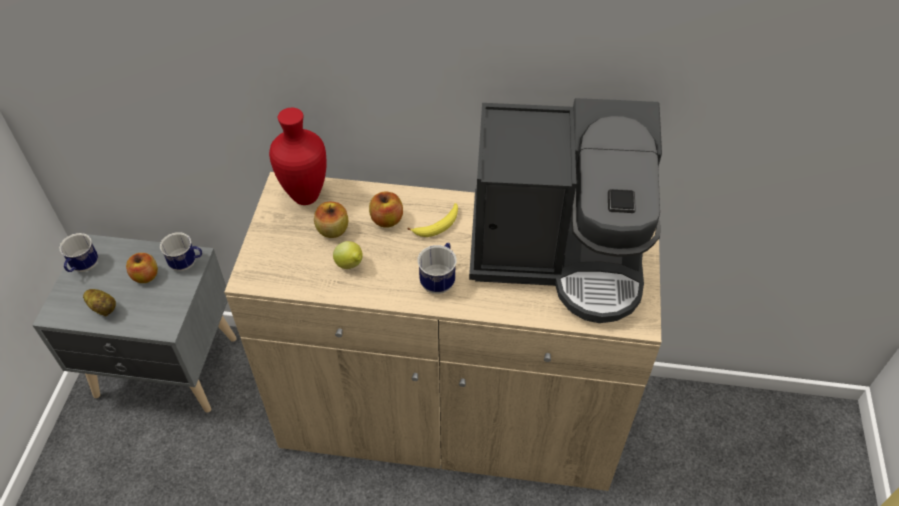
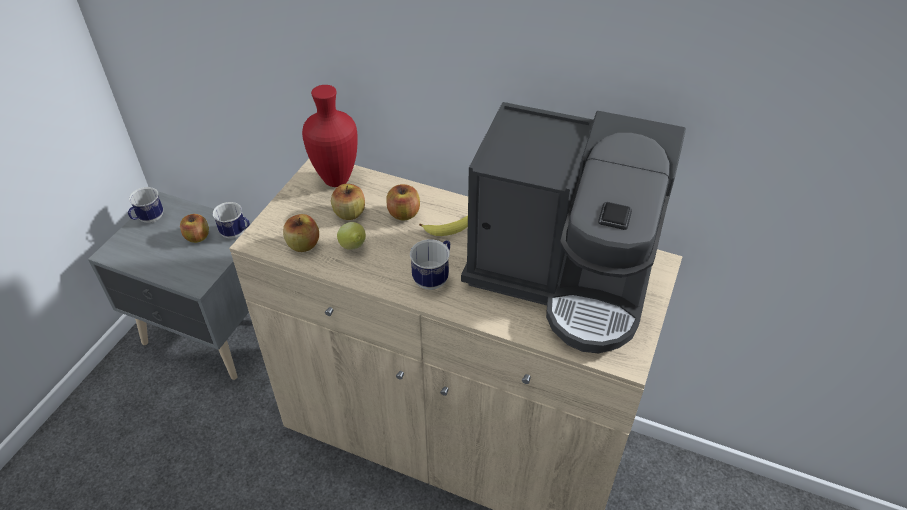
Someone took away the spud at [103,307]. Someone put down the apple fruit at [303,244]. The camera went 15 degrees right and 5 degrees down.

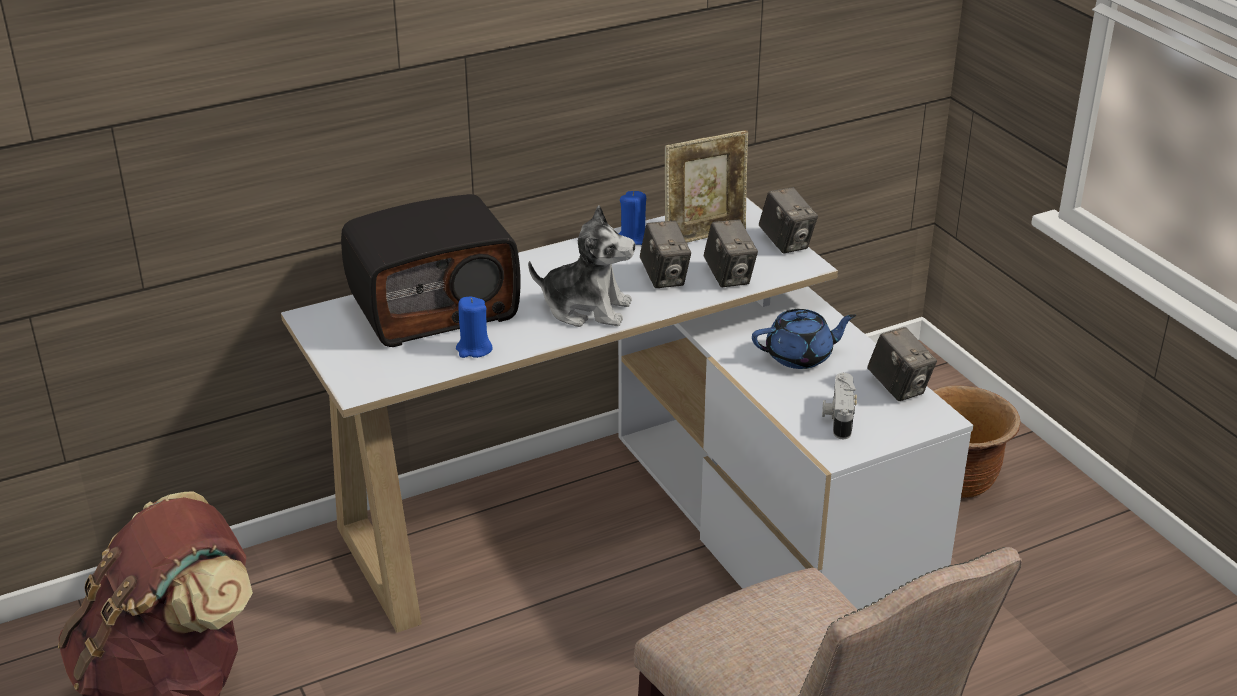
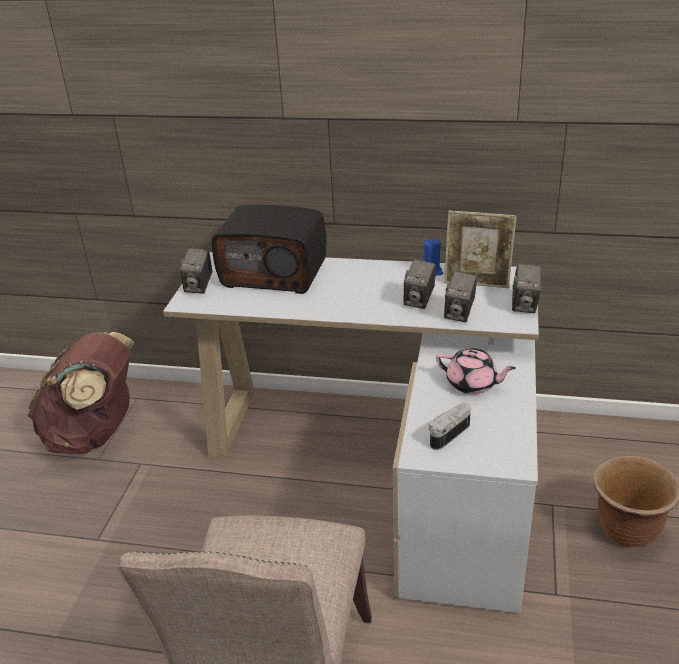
Someone took away the cuddly toy at [586,308]. Someone took away the blue candle at [474,349]. Someone repainted the blue pot for tea at [800,356], which became the pink-coloured pot for tea at [472,384]. Someone carried the photo camera from [898,387] to [199,286]. The camera went 40 degrees right and 0 degrees up.

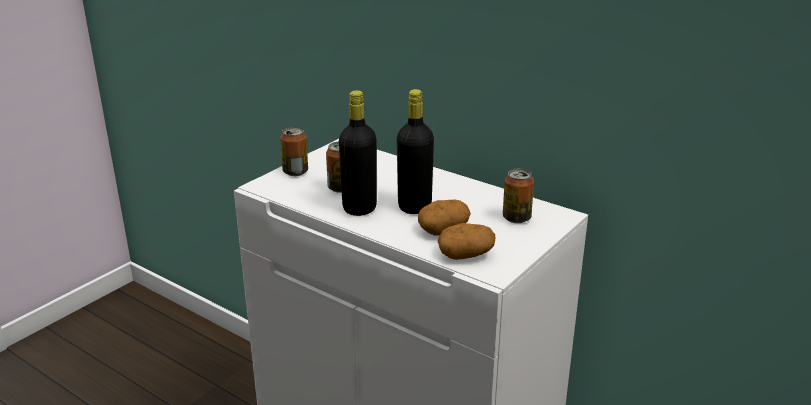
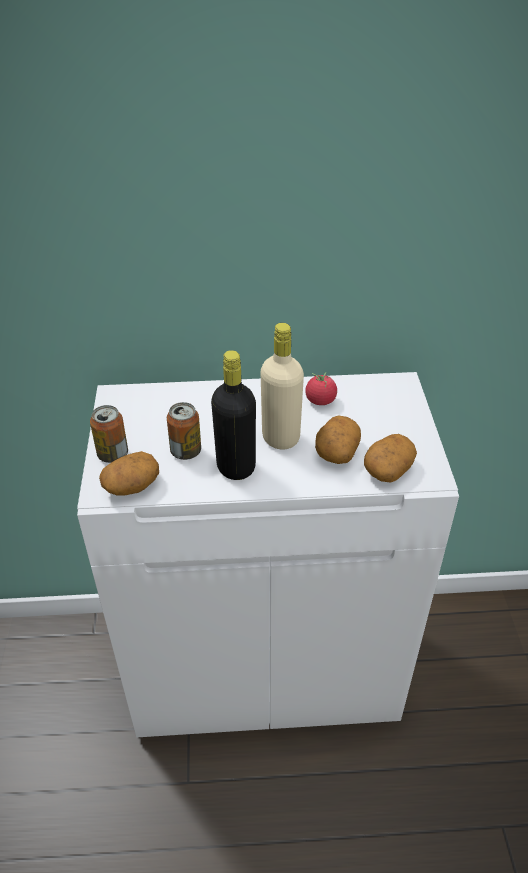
Someone repainted the blackish bottle at [414,207], which became the sand-coloured bottle at [281,438]. Someone took away the sealed can at [516,218]. Someone put down the whole tomato at [320,400]. Someone put down the spud at [131,486]. The camera went 40 degrees left and 15 degrees up.

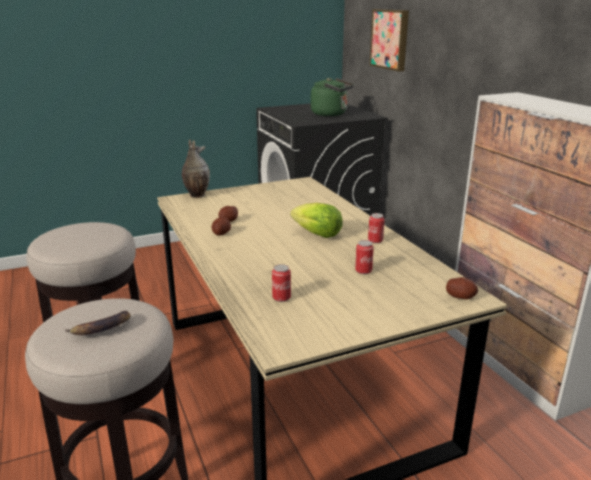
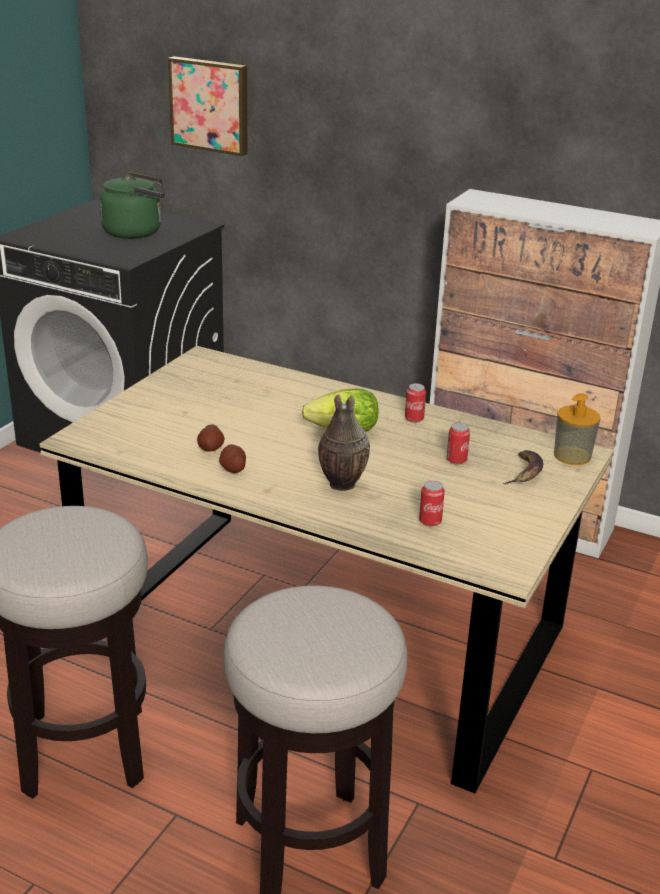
Someone carried the vase from [196,195] to [340,485]. Someone swapped the spud at [460,297] for the soap dispenser at [572,456]. Someone carried the whole banana from [101,329] to [525,472]. The camera went 40 degrees left and 5 degrees up.

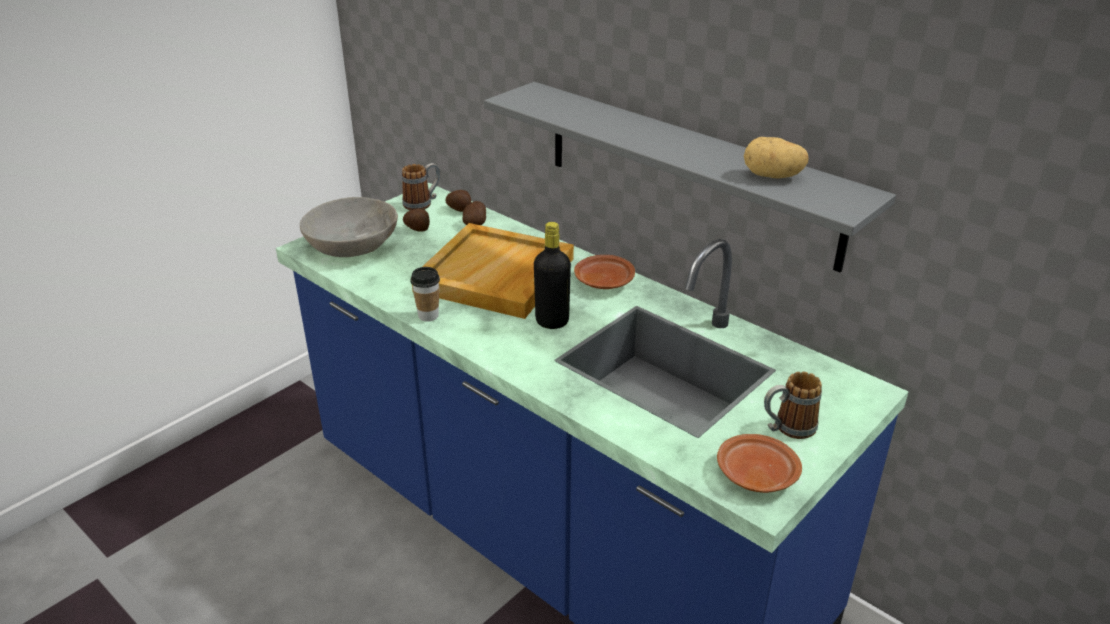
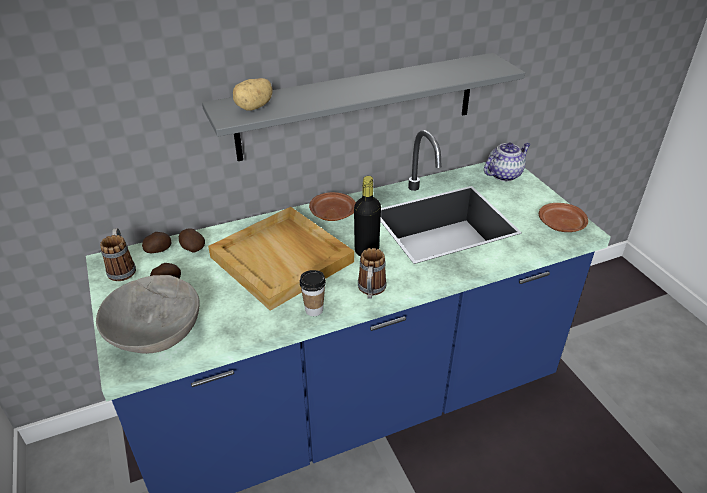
Someone carried the spud from [772,176] to [255,107]. Someone carried the mug from [787,428] to [371,291]. Someone put down the pot for tea at [504,174]. The camera went 65 degrees left and 5 degrees up.

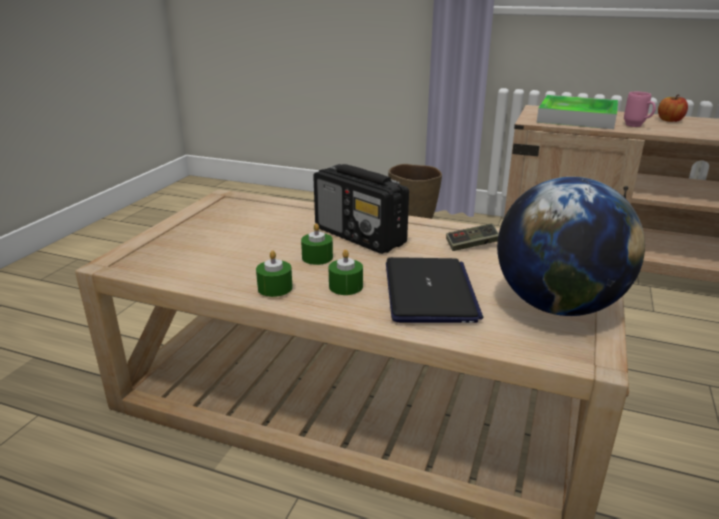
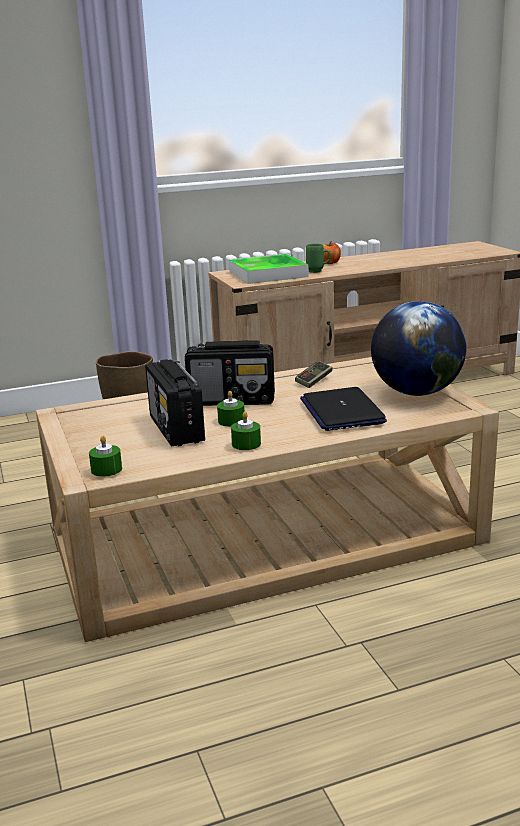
Someone repainted the pink-coloured mug at [637,126], which became the greenish mug at [318,271]. Someone carried the greenish candle from [346,286] to [106,469]. Someone rotated the notebook computer at [429,292] by 150 degrees counterclockwise. Someone put down the radio receiver at [176,429]. The camera went 40 degrees left and 5 degrees down.

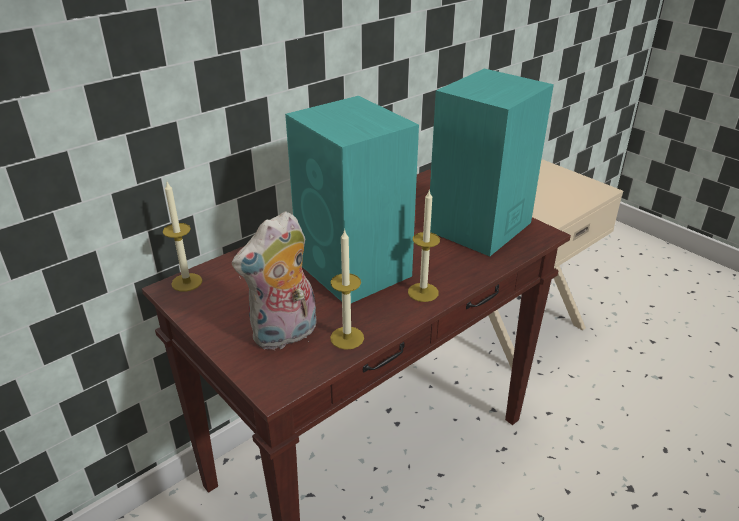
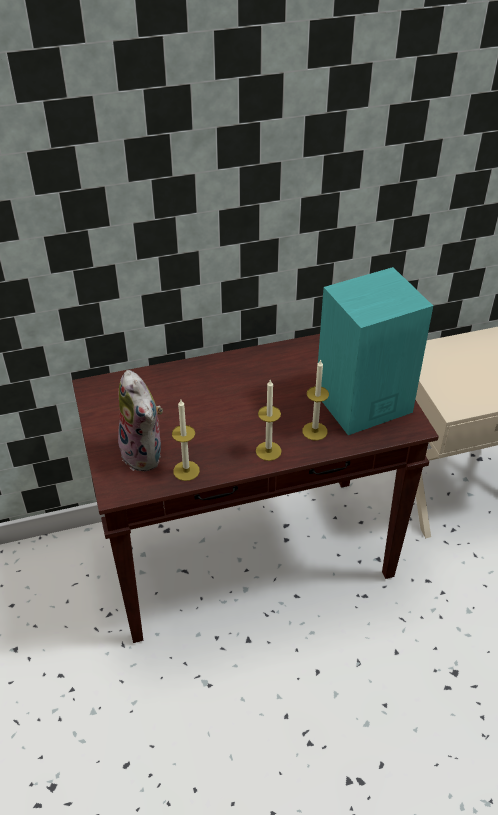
Someone took away the blue-green speaker at [355,270]. Someone carried the candle from [187,282] to [314,431]. Someone rotated the cuddly toy at [285,335] by 105 degrees counterclockwise. The camera went 25 degrees right and 10 degrees up.

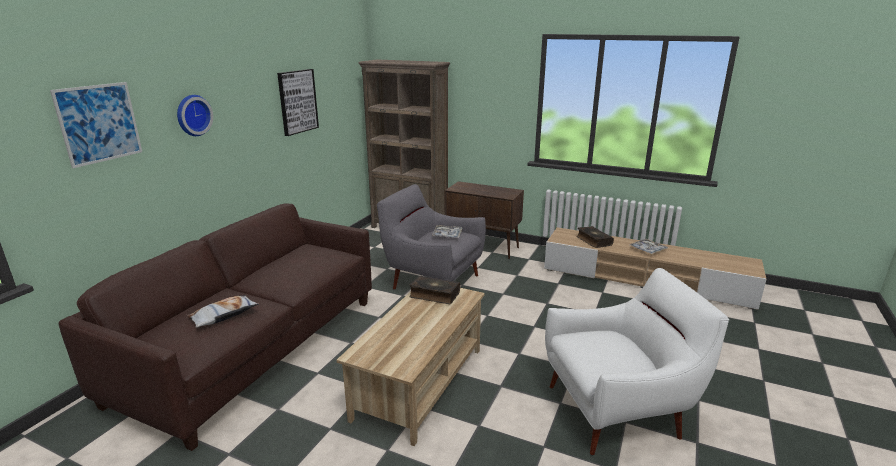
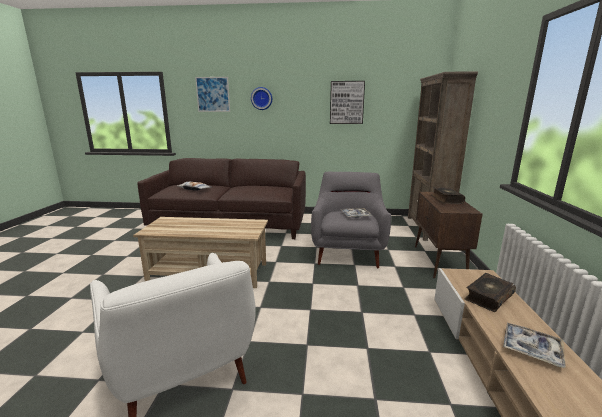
Someone carried the book from [434,295] to [446,199]. The camera went 70 degrees right and 5 degrees down.

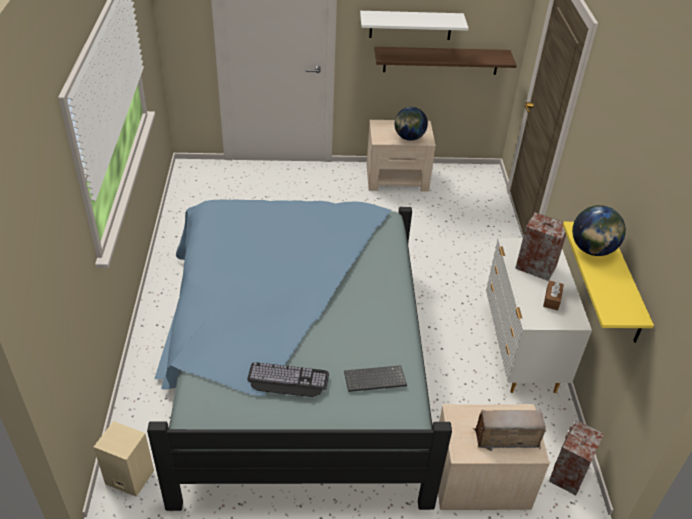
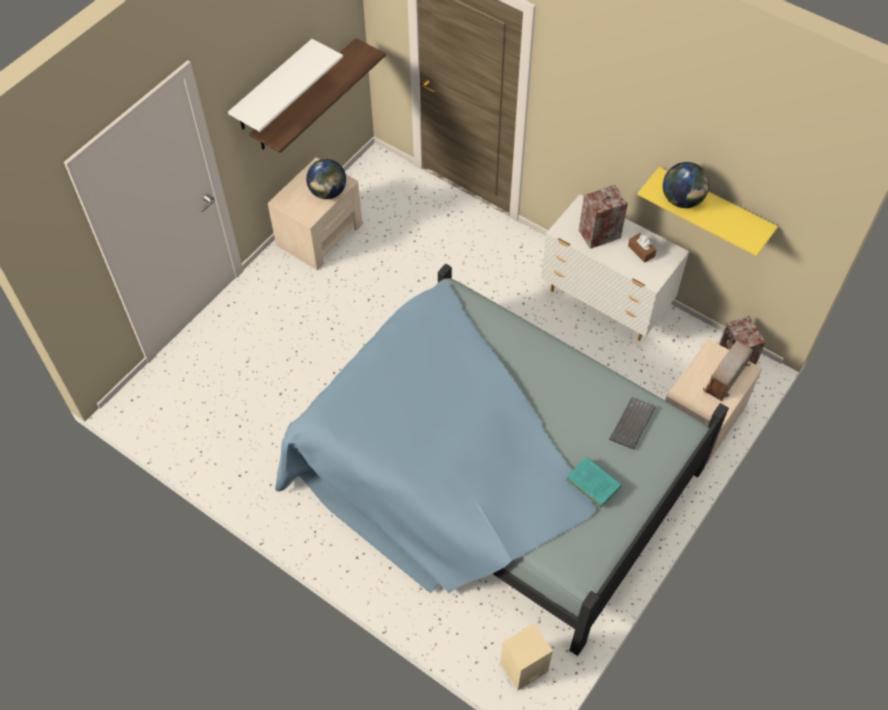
Someone swapped the keyboard at [286,381] for the blue-green book at [594,484]. The camera went 50 degrees left and 15 degrees up.

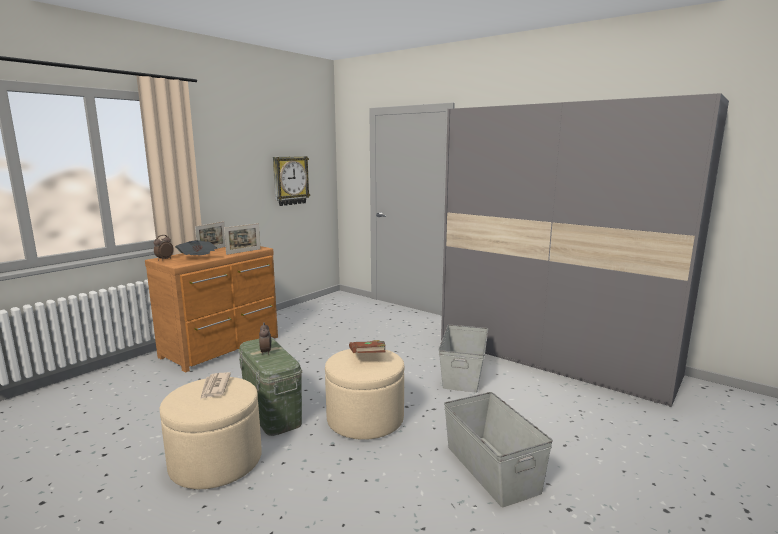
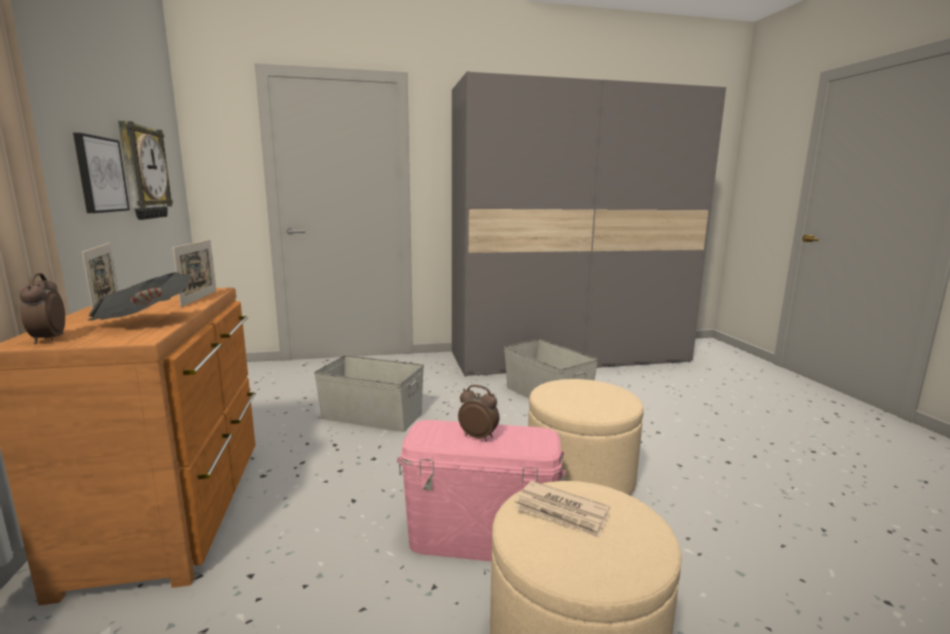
Someone repainted the greenish storage container at [271,412], which became the pink-coloured storage container at [480,538]. Someone took away the brown-coloured book at [368,356]. Someone carried the greyish storage container from [492,468] to [372,415]. Someone put up the wall art at [100,174]. The camera went 50 degrees left and 0 degrees up.

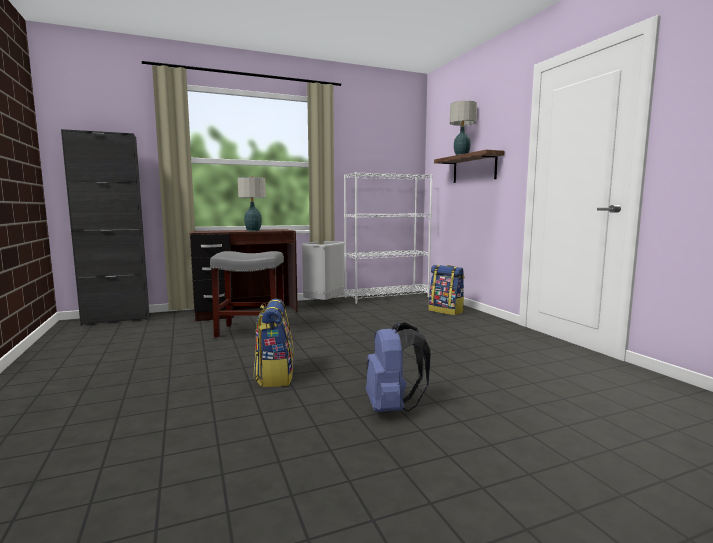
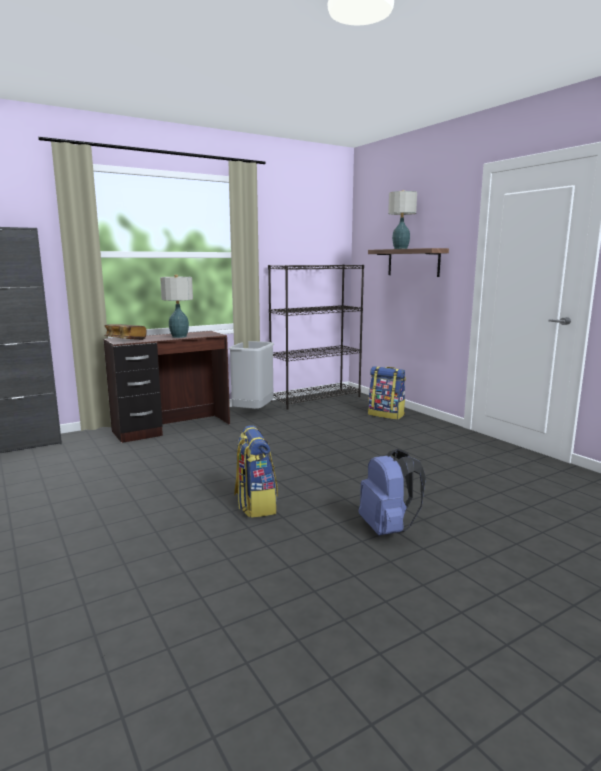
Someone repainted the whitish bookcase at [387,297], which became the blackish bookcase at [316,399]. Someone took away the greyish stool at [250,331]. Someone put down the book at [126,340]. The camera went 10 degrees left and 5 degrees up.

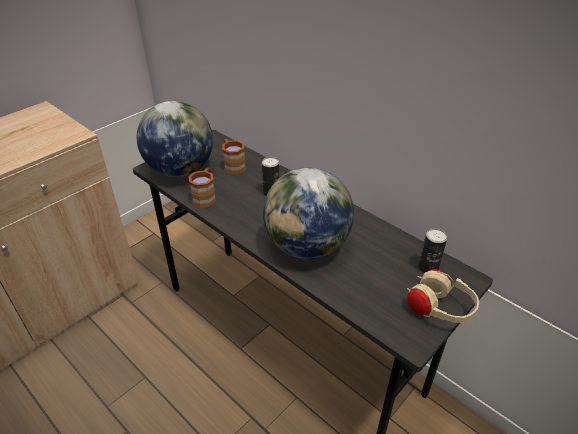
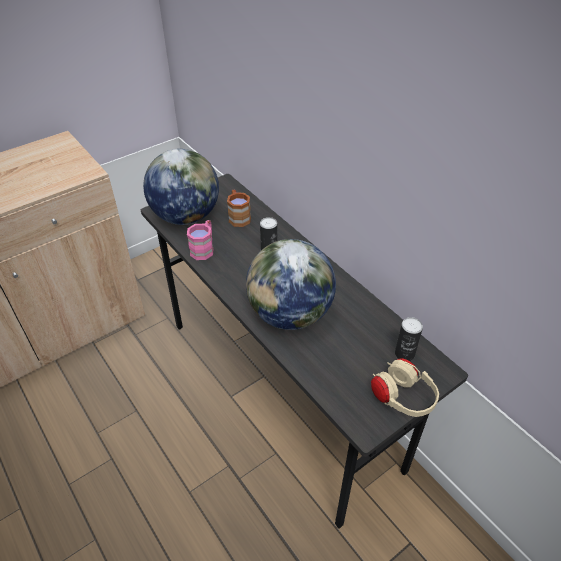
Someone repainted the brown-coloured mug at [205,196], which became the pink-coloured mug at [204,248]. The camera went 10 degrees right and 5 degrees up.

